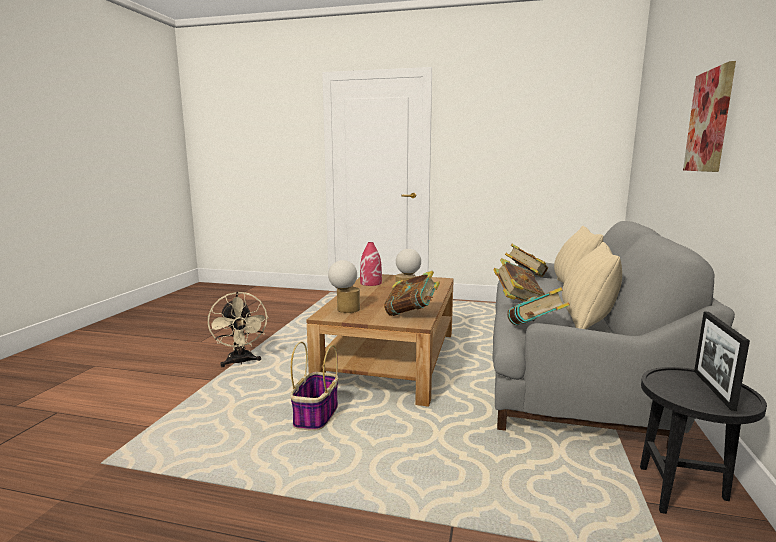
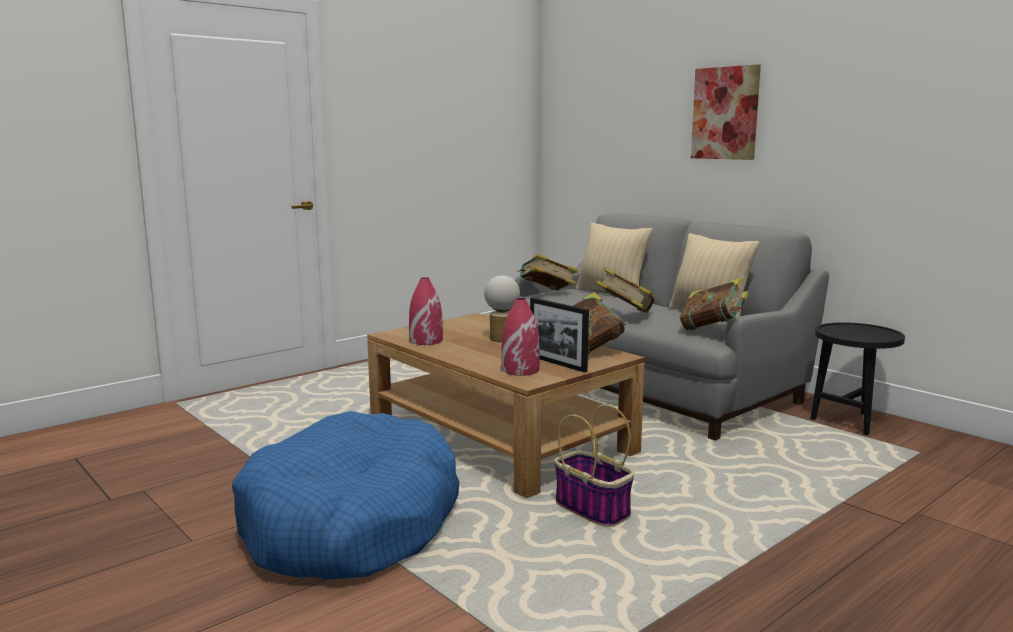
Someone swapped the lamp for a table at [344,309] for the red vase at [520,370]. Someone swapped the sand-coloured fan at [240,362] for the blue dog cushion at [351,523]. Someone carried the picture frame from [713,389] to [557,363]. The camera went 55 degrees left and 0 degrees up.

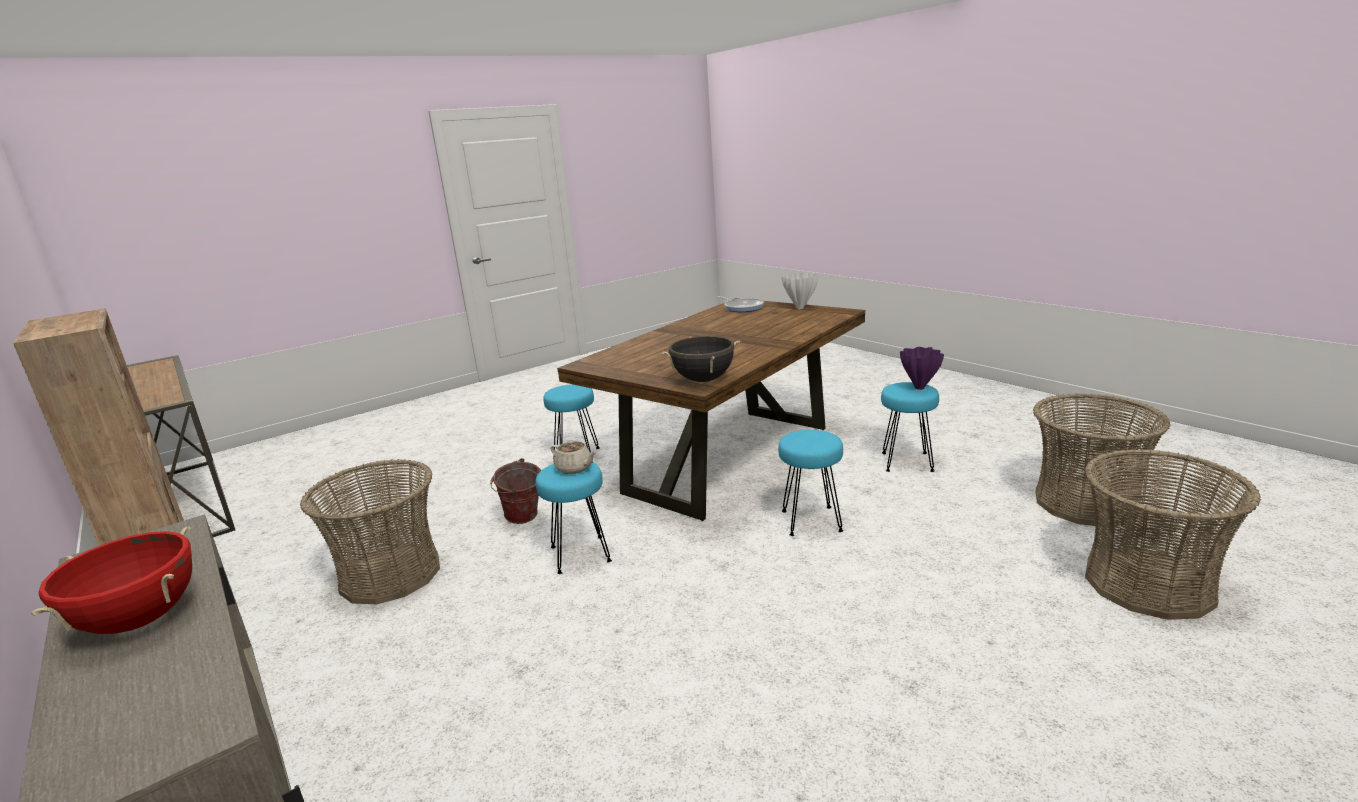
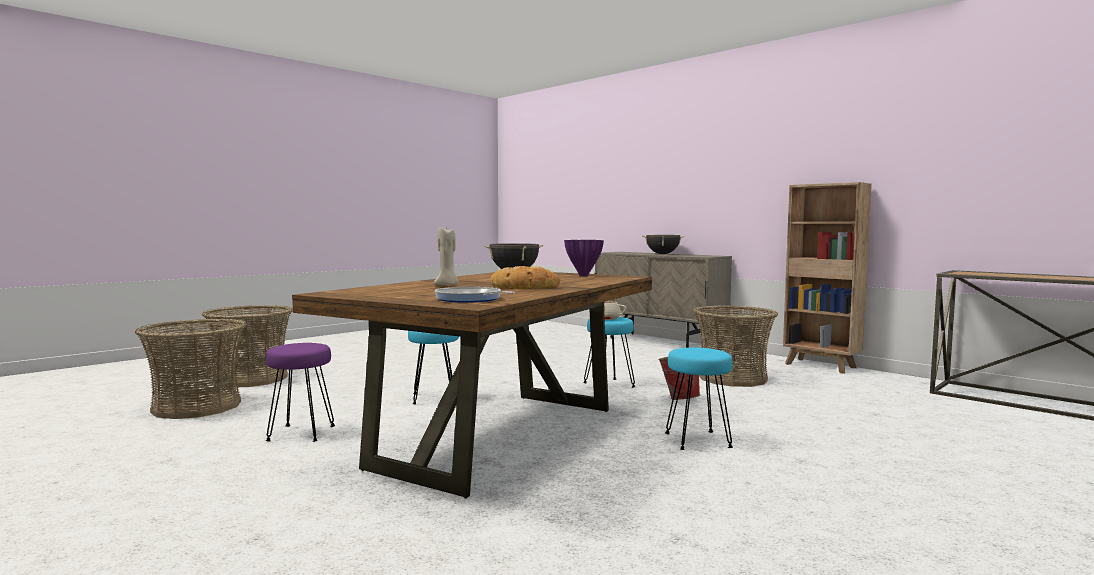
Someone took away the whitish vase at [800,308]. Someone carried the purple-coloured vase from [920,387] to [583,276]. Someone repainted the blue-green stool at [907,462], which became the purple-coloured stool at [302,433]. Someone repainted the red stockpot at [140,620], which became the blackish stockpot at [662,254]. Someone put down the sand-coloured candle at [447,285]. Someone put down the baked bread at [524,287]. The camera went 170 degrees right and 15 degrees down.

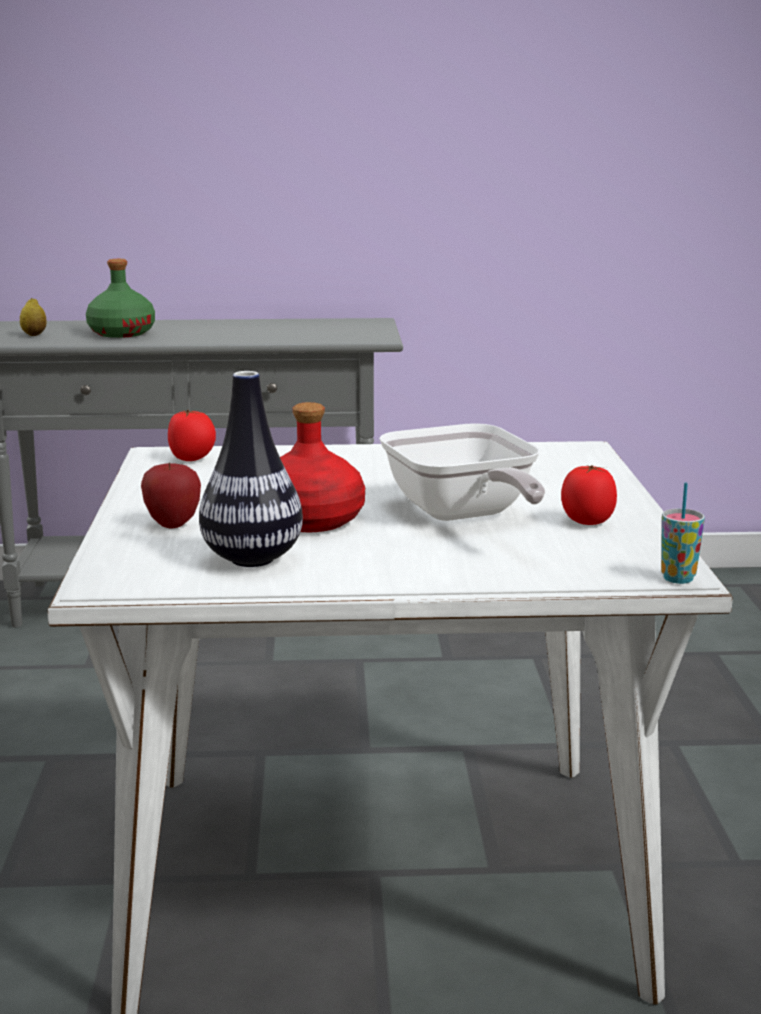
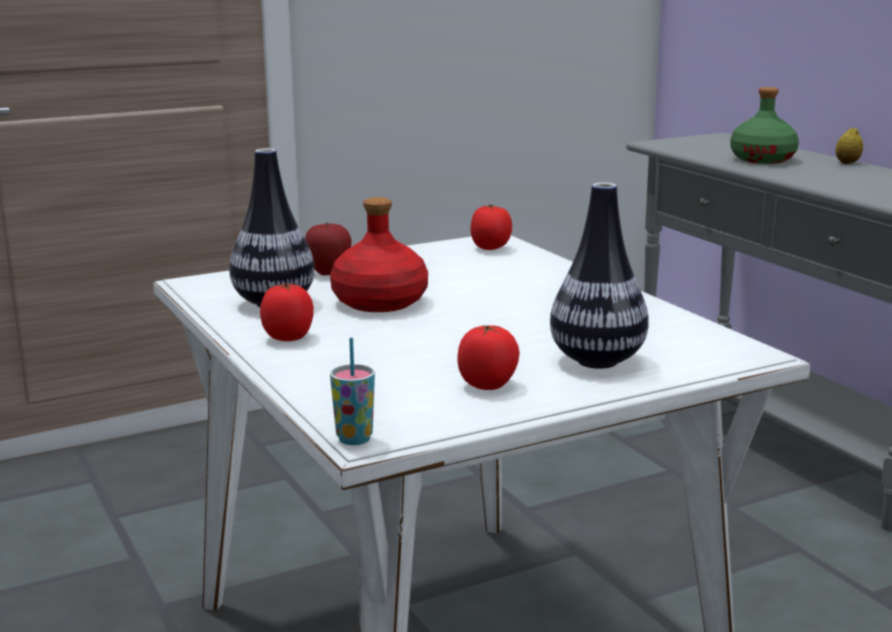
Someone carried the lemon from [34,335] to [847,163]. Someone took away the frying pan at [463,515]. Someone put down the vase at [597,361]. Someone put down the whole tomato at [289,338]. The camera went 65 degrees right and 0 degrees up.

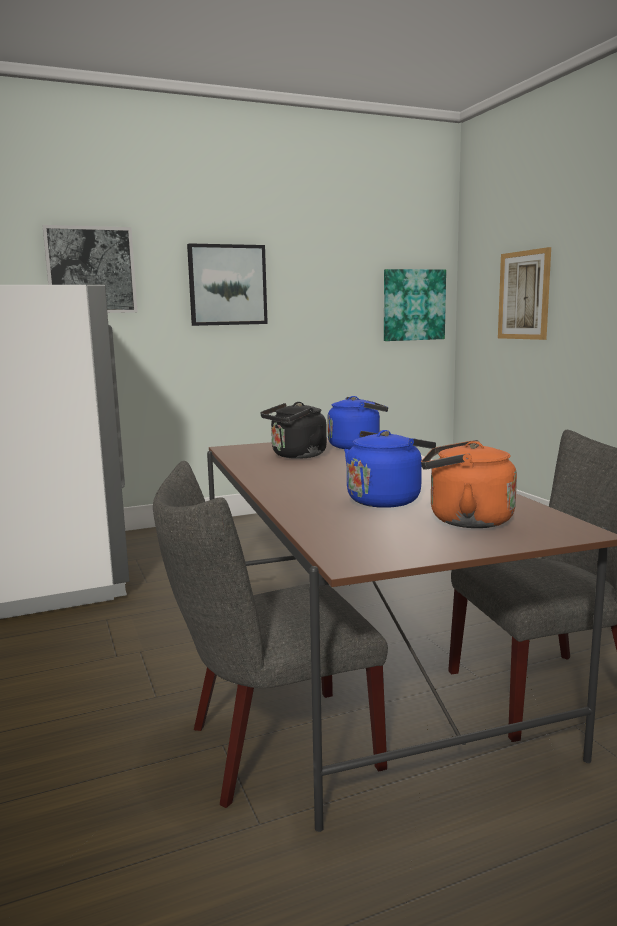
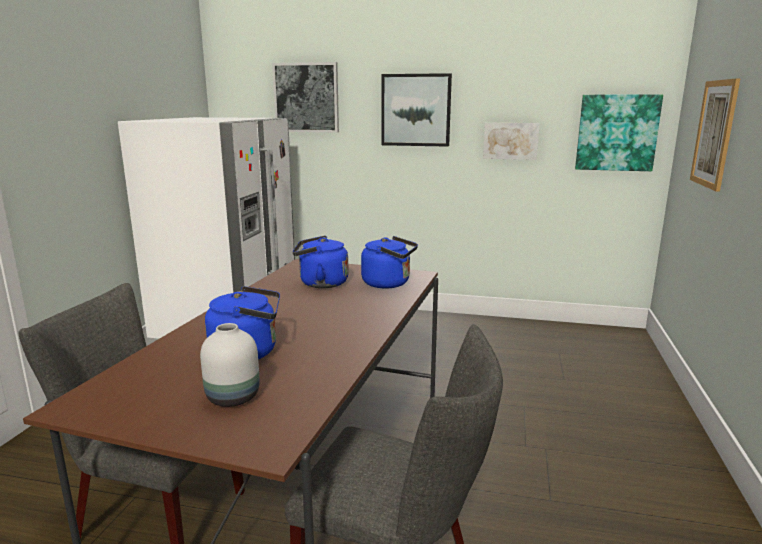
Someone repainted the blackish kettle at [296,456], which became the blue kettle at [320,283]. Someone swapped the orange-coloured kettle at [465,520] for the whitish vase at [233,397]. Someone put up the wall art at [510,140]. The camera went 35 degrees right and 5 degrees up.

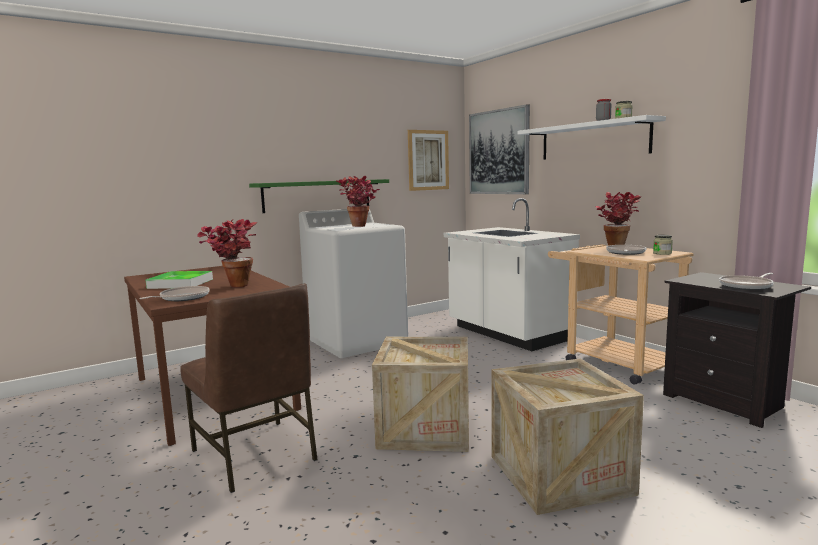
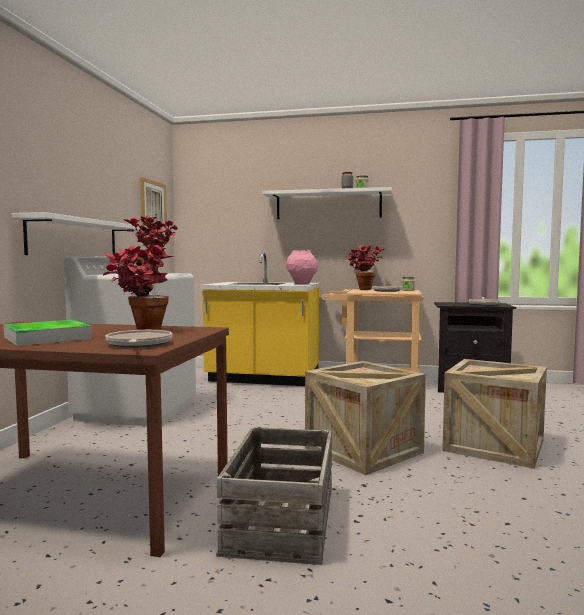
Someone took away the wall art at [499,152]. Someone repainted the greenish bracket shelf at [317,195], which became the whitish bracket shelf at [74,238]. Someone repainted the whitish kitchen counter at [508,333], which became the yellow-coloured kitchen counter at [263,378]. Someone swapped the brown-coloured plain chair at [256,455] for the crate at [282,520]. Someone put down the pink-coloured vase at [302,284]. The camera went 45 degrees left and 5 degrees down.

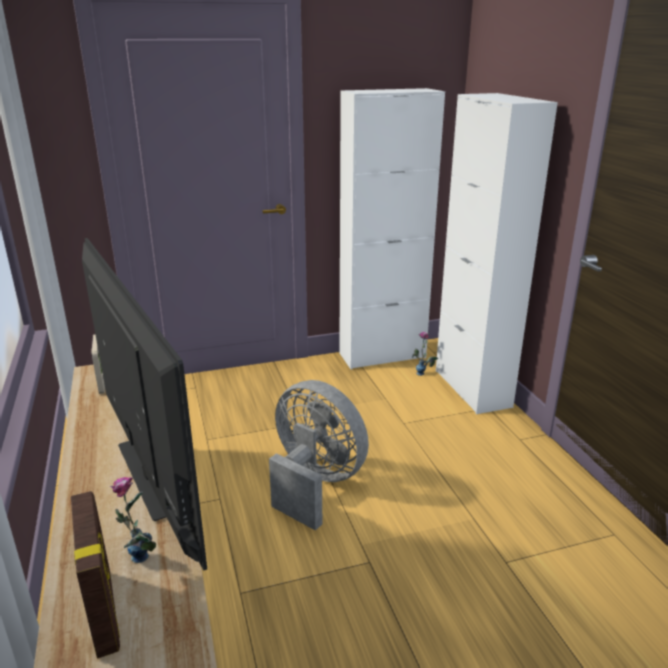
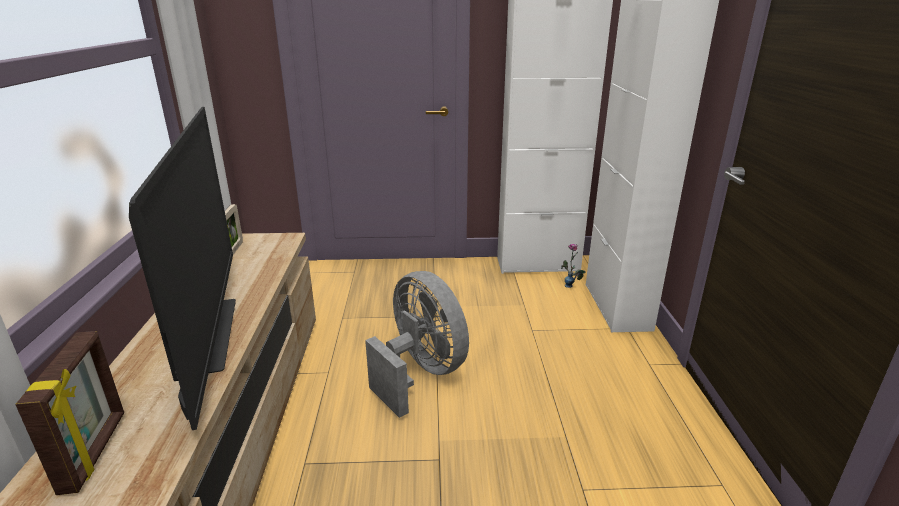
Someone took away the vase at [140,566]. The camera went 15 degrees right and 0 degrees up.

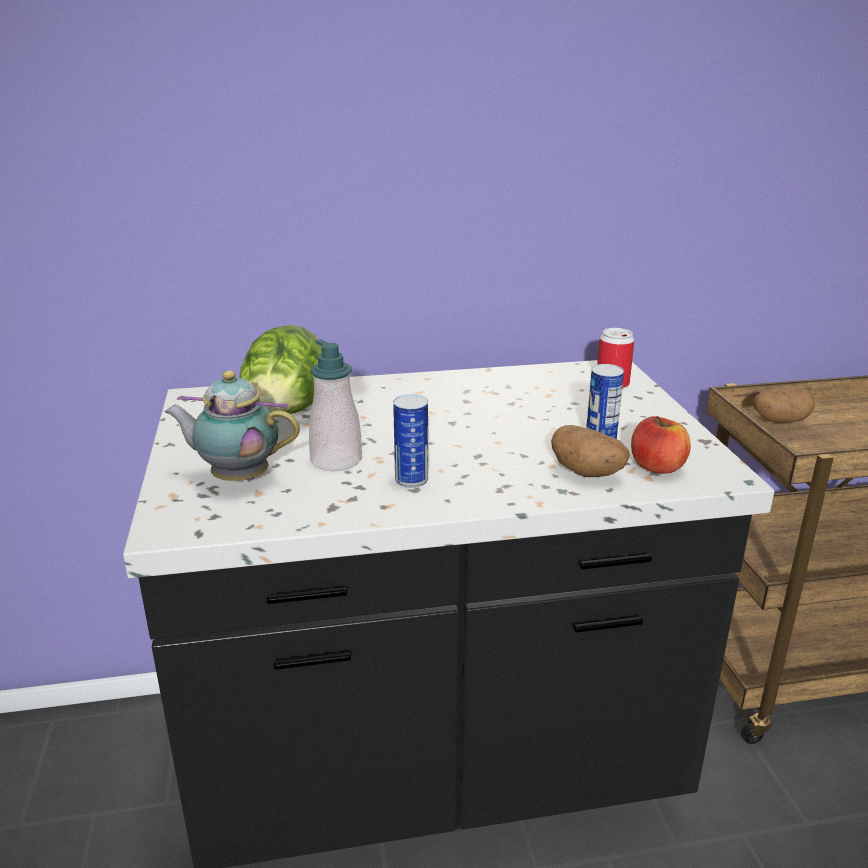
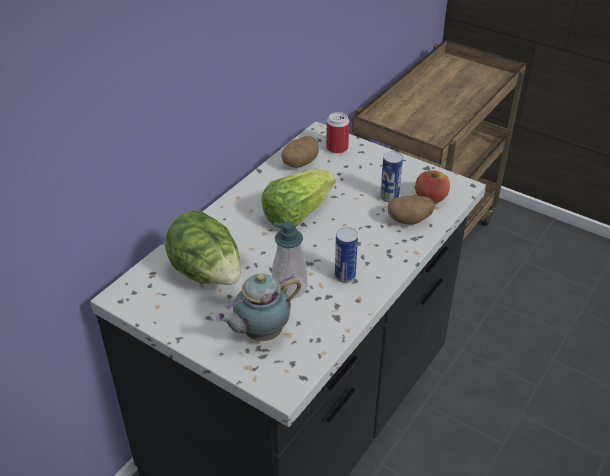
Someone carried the spud from [780,421] to [299,163]. Someone put down the head of lettuce at [296,214]. The camera went 45 degrees left and 15 degrees up.

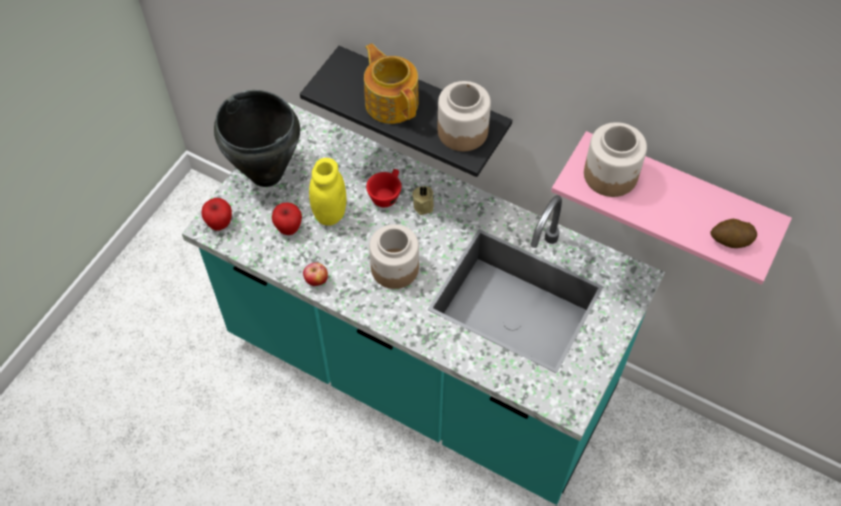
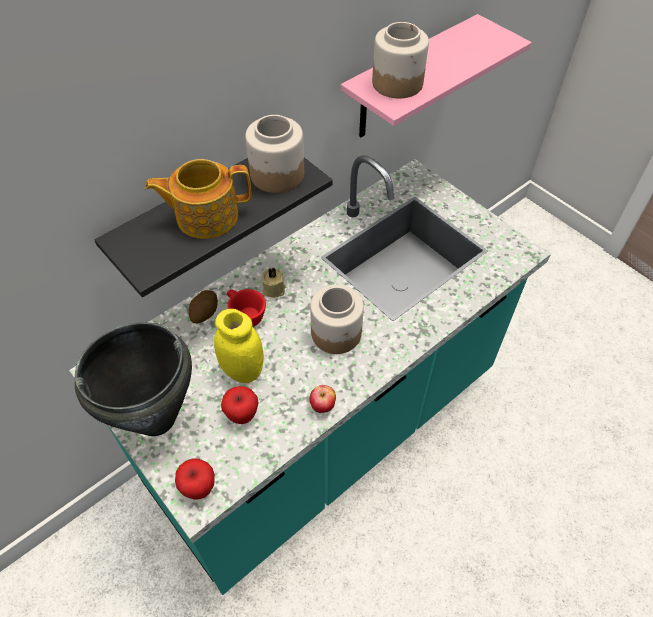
Someone carried the spud from [730,241] to [205,314]. The camera went 70 degrees left and 5 degrees down.

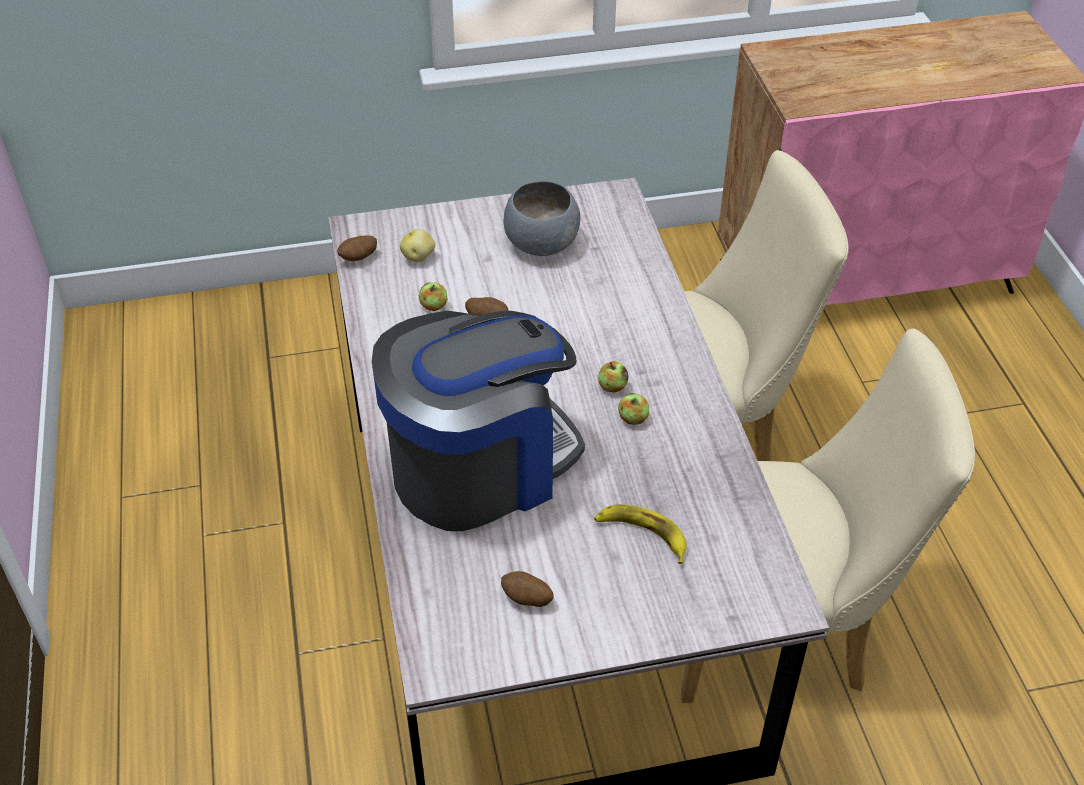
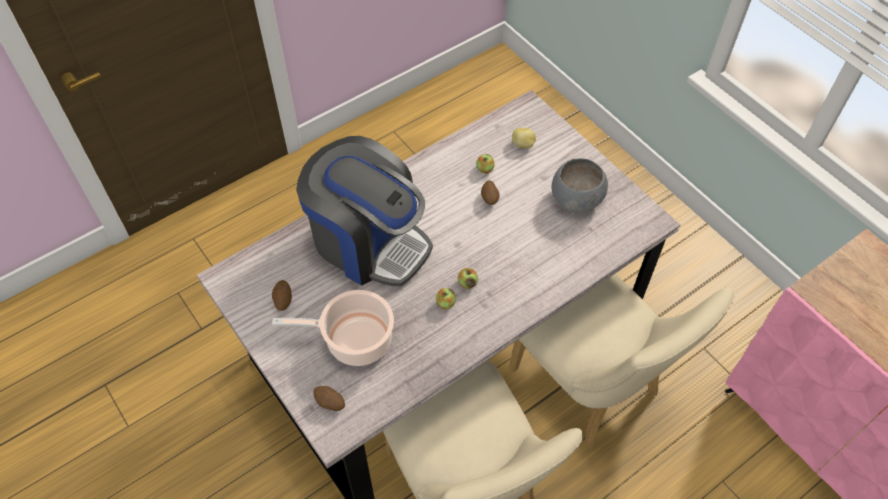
Someone carried the spud from [359,258] to [330,403]. Someone swapped the whole banana at [642,534] for the stockpot at [354,340]. The camera went 65 degrees right and 10 degrees up.

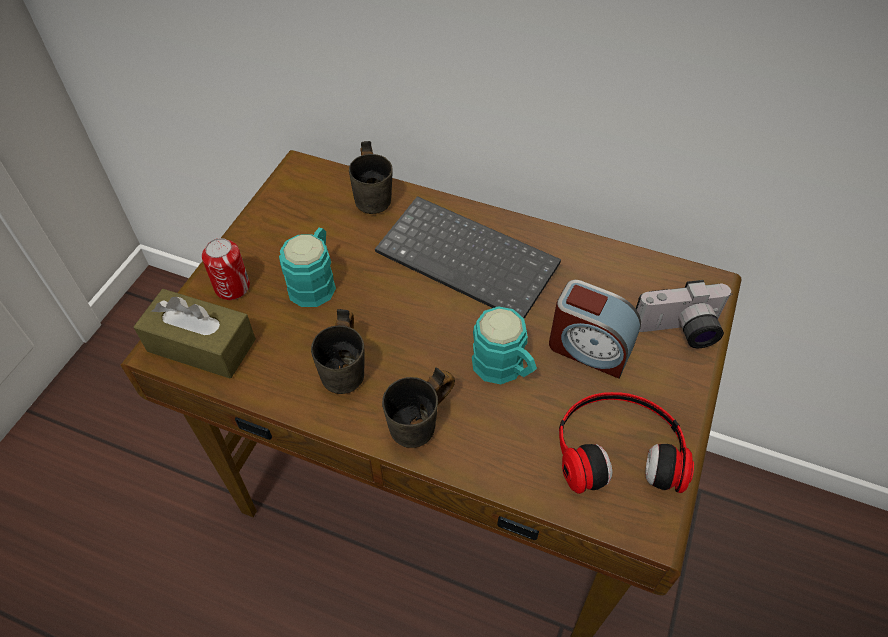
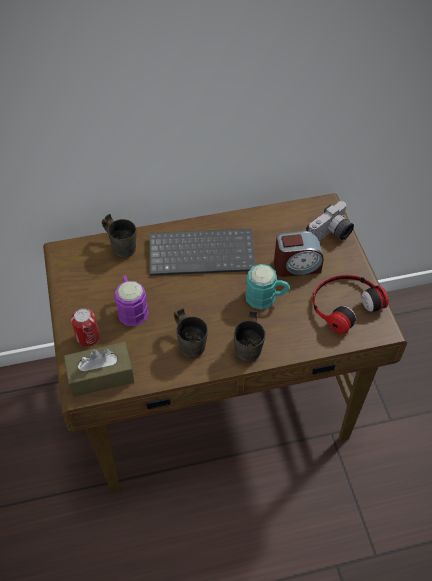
Someone repainted the blue-green mug at [315,281], which became the purple-coloured mug at [131,308]. The camera went 35 degrees left and 0 degrees up.

